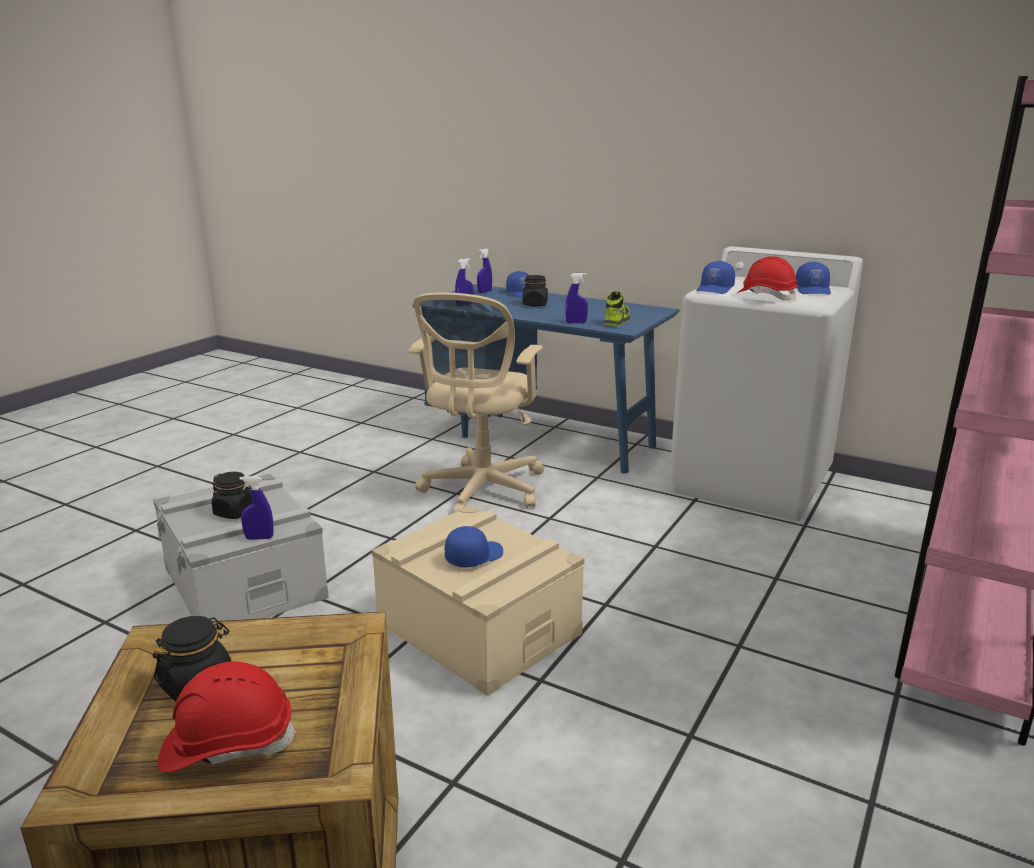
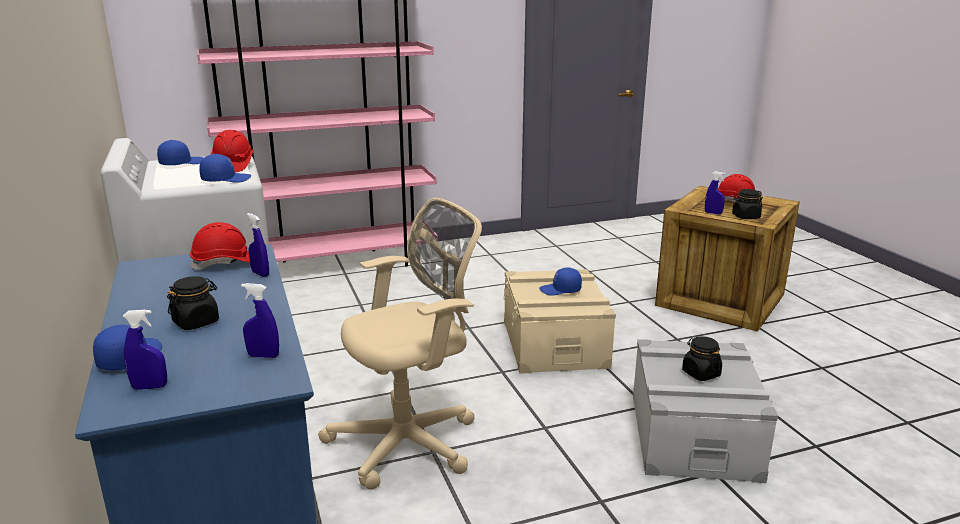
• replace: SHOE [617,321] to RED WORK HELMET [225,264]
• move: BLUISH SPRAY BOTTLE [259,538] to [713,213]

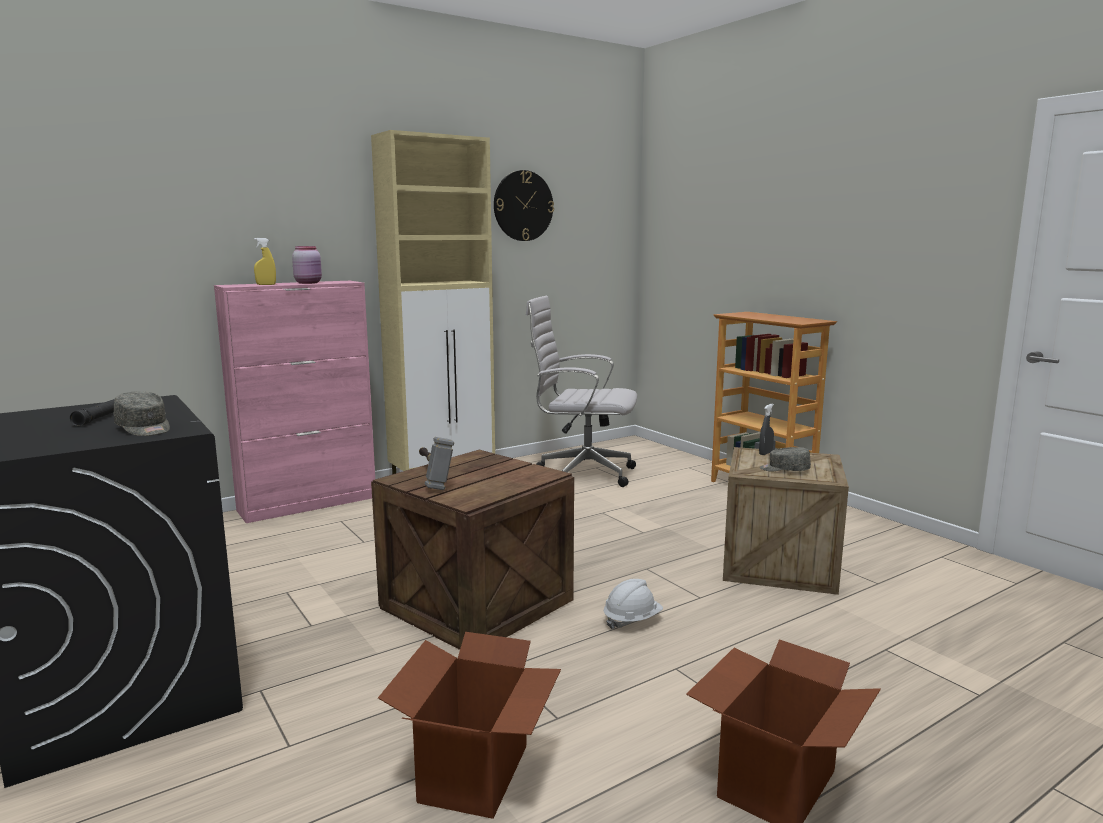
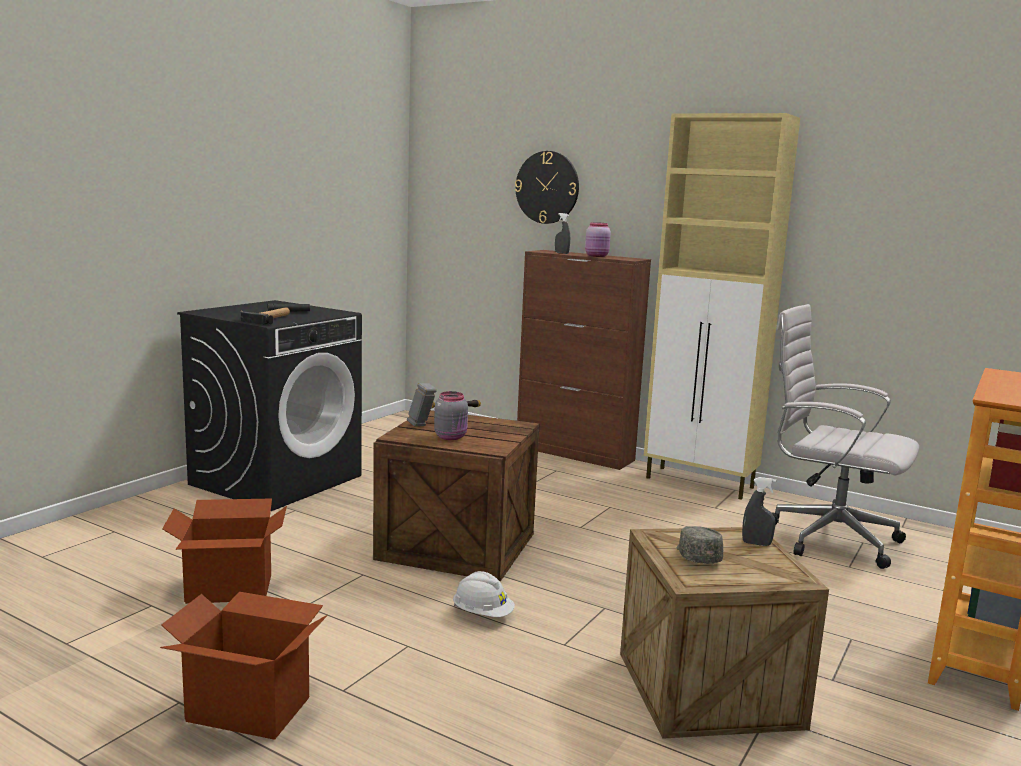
• move: WALL CLOCK [523,206] to [547,187]
• recolor: YELLOWISH SPRAY BOTTLE [266,284] to GREY SPRAY BOTTLE [561,253]
• recolor: PINK CUPBOARD [309,504] to BROWN CUPBOARD [575,453]
• rotate: WHITISH DESK CHAIR [581,473] = [827,538] 45 degrees counterclockwise
• replace: GREY CAP [144,428] to HAND HAMMER [269,319]
• insert: GREY PRESERVE JAR [451,437]

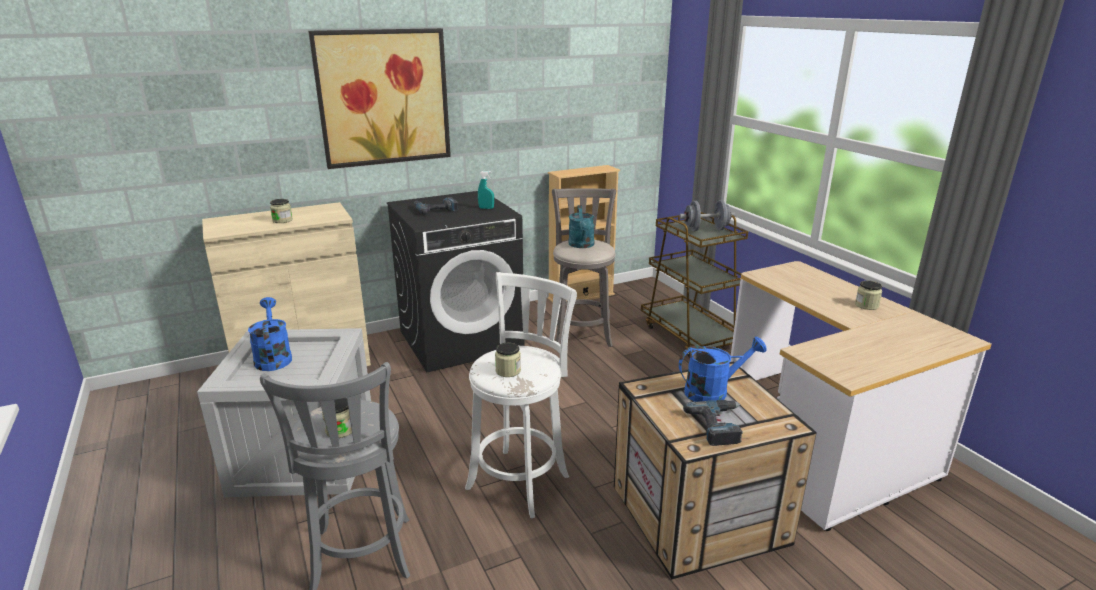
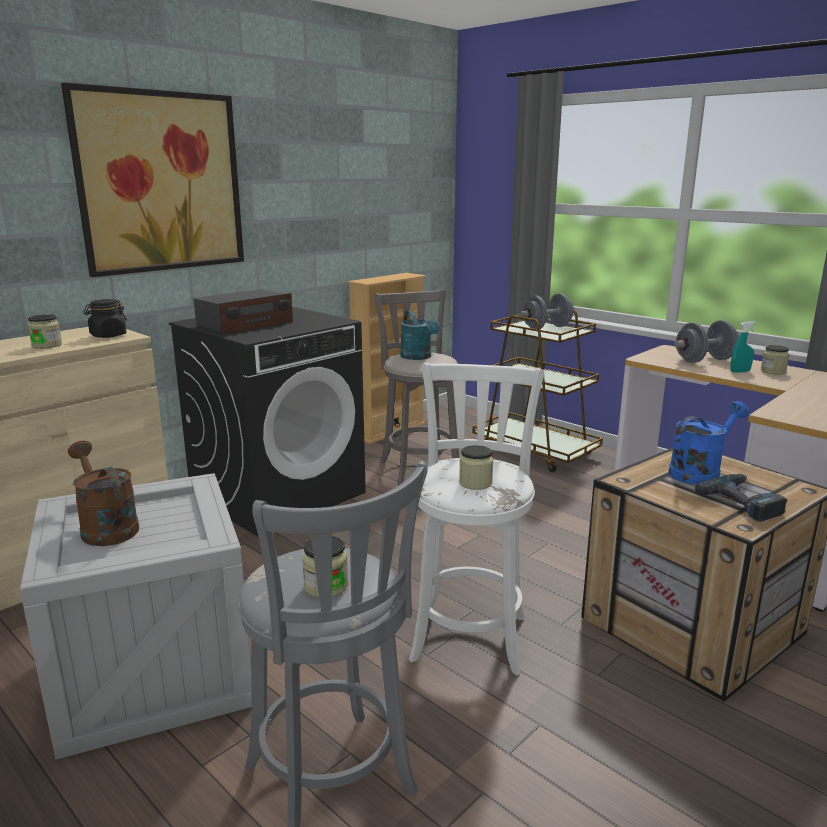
• move: TURQUOISE SPRAY BOTTLE [486,208] to [740,371]
• replace: DRILL [435,209] to RADIO SET [245,324]
• recolor: BLUISH WATERING POT [273,357] to BROWN WATERING POT [106,527]
• insert: BLACK-COLOURED PRESERVE JAR [108,335]
• insert: GREY HAND WEIGHT [704,360]

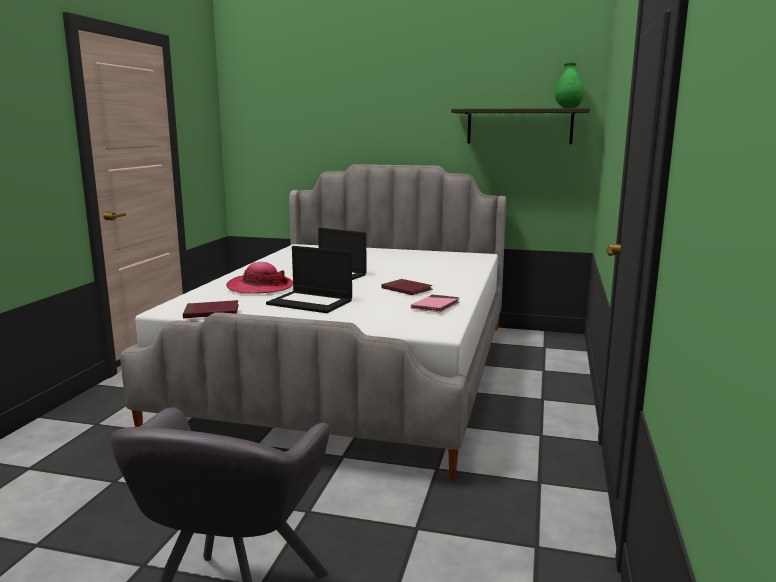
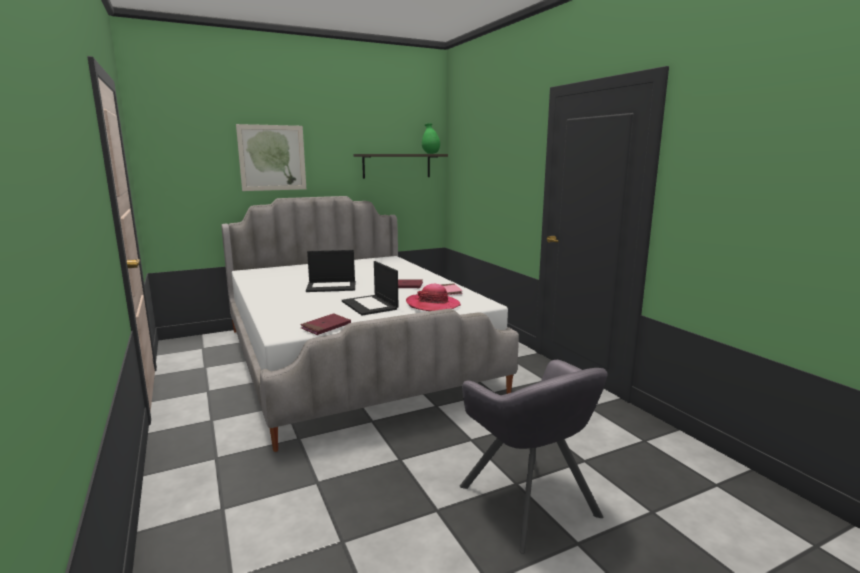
• rotate: PORTABLE COMPUTER [311,302] = [370,305] 75 degrees clockwise
• move: HAT [260,287] to [433,305]
• insert: PICTURE [272,158]

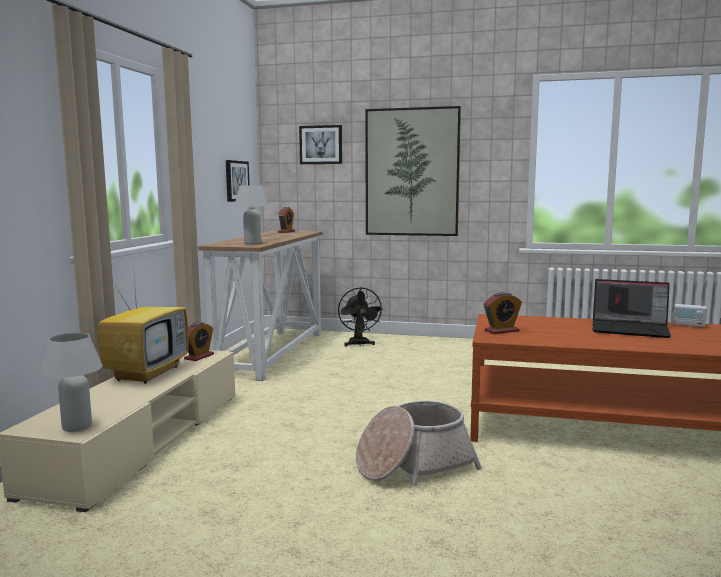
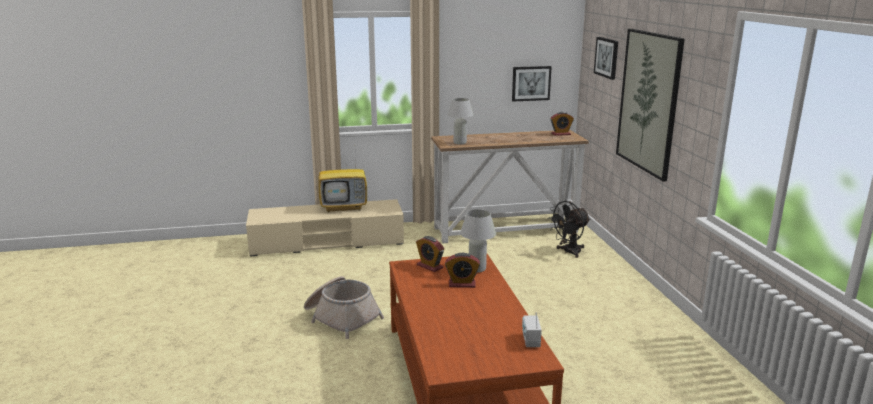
• delete: PORTABLE COMPUTER [631,329]
• move: ALARM CLOCK [199,357] to [462,284]
• move: WHITISH TABLETOP LAMP [77,427] to [477,269]

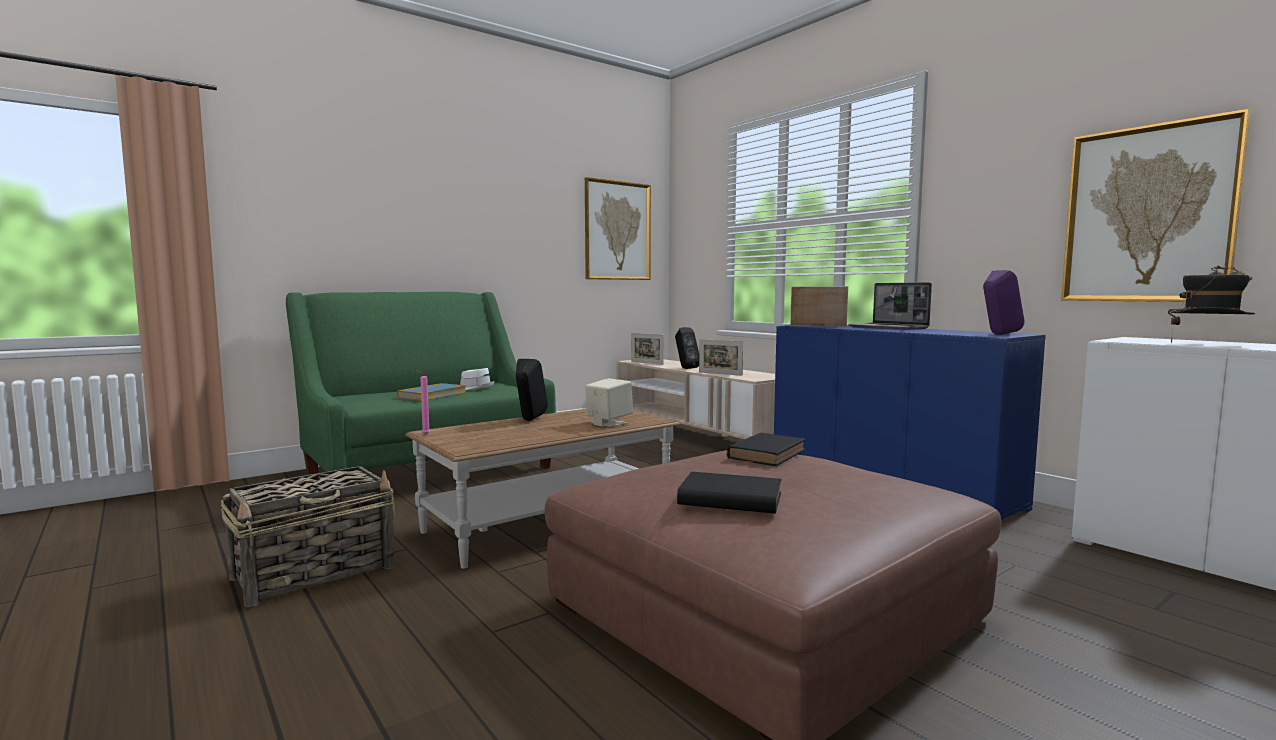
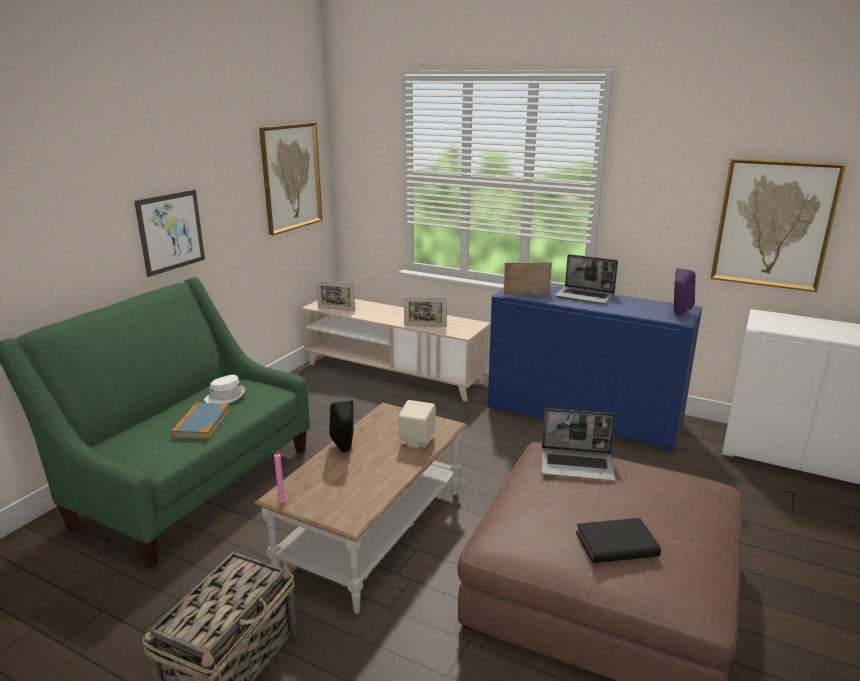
• delete: HAT [1207,344]
• delete: BLACK-COLOURED LOUDSPEAKER [685,368]
• replace: BLACK-COLOURED VOLUME [767,454] to PORTABLE COMPUTER [577,465]
• insert: PICTURE [171,232]

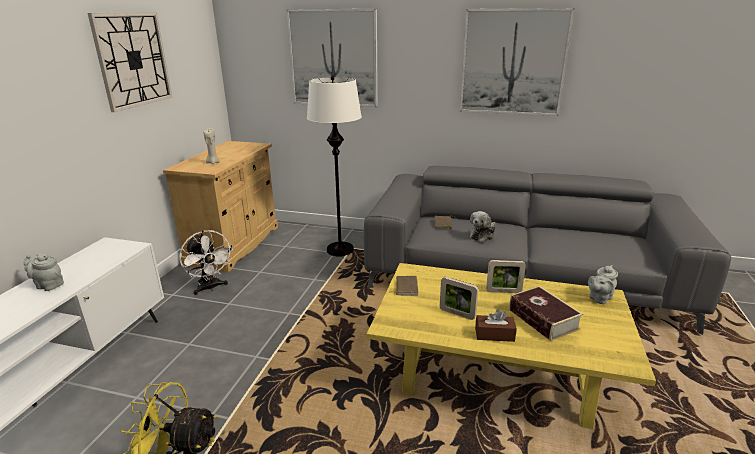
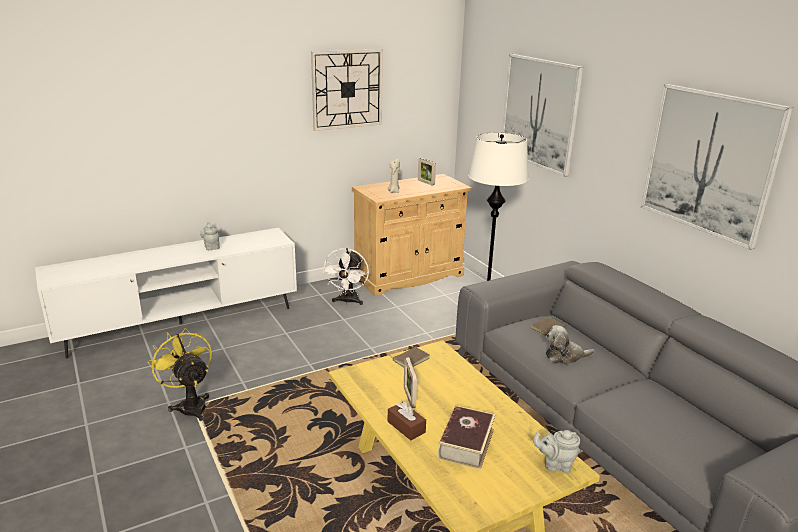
• move: PICTURE FRAME [503,291] to [426,183]

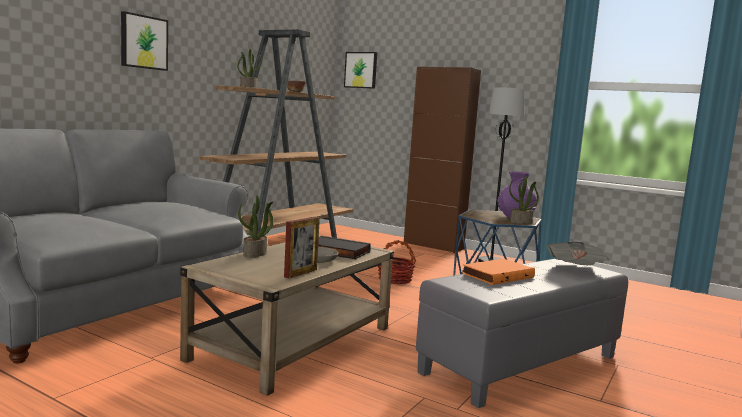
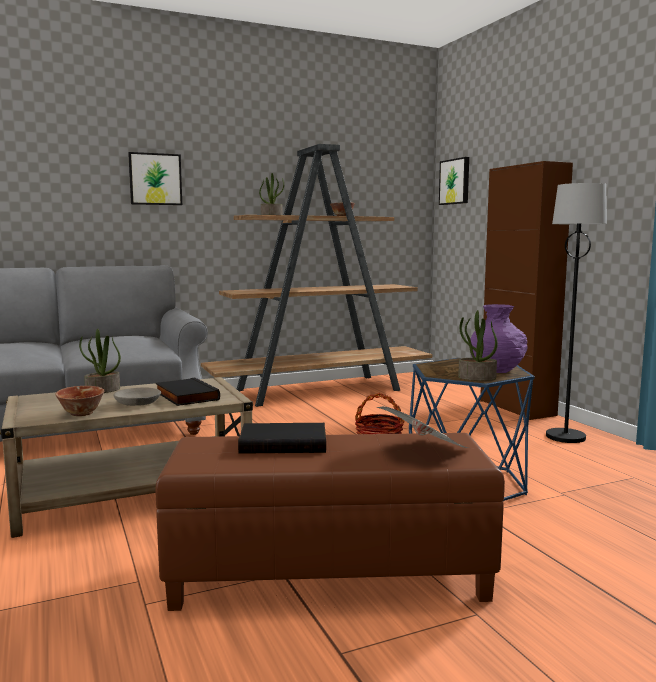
• replace: PICTURE FRAME [300,273] to DEEP DISH [81,414]
• recolor: GREY OTTOMAN [521,365] to BROWN OTTOMAN [327,576]
• recolor: ORANGE-COLOURED VOLUME [497,275] to BLACK-COLOURED VOLUME [284,443]

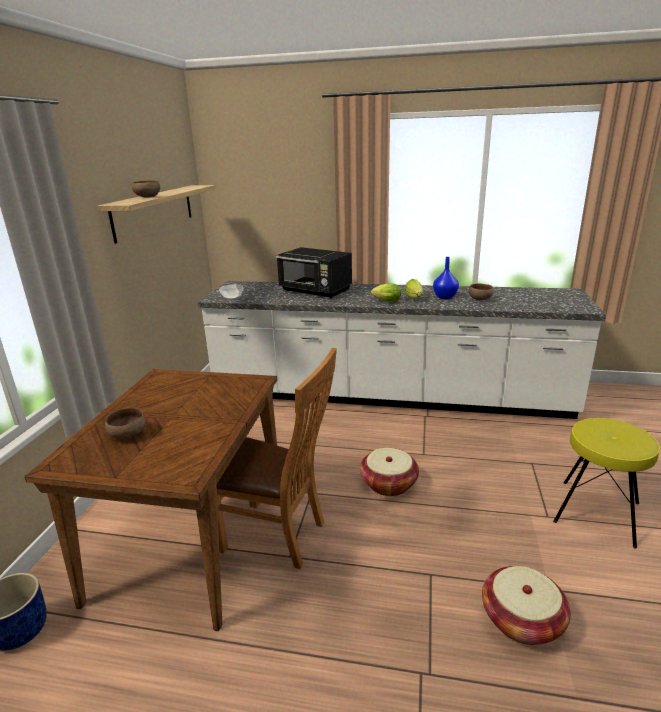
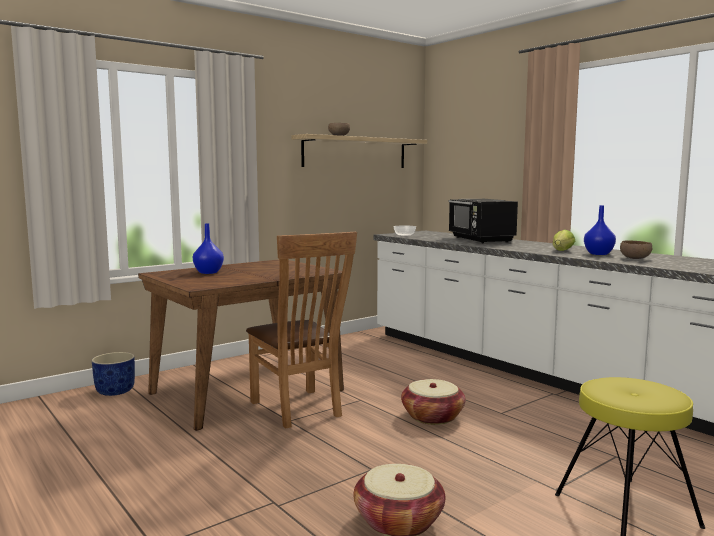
• delete: LETTUCE [385,301]
• replace: BROWN DEEP DISH [128,435] to BLUISH VASE [209,272]

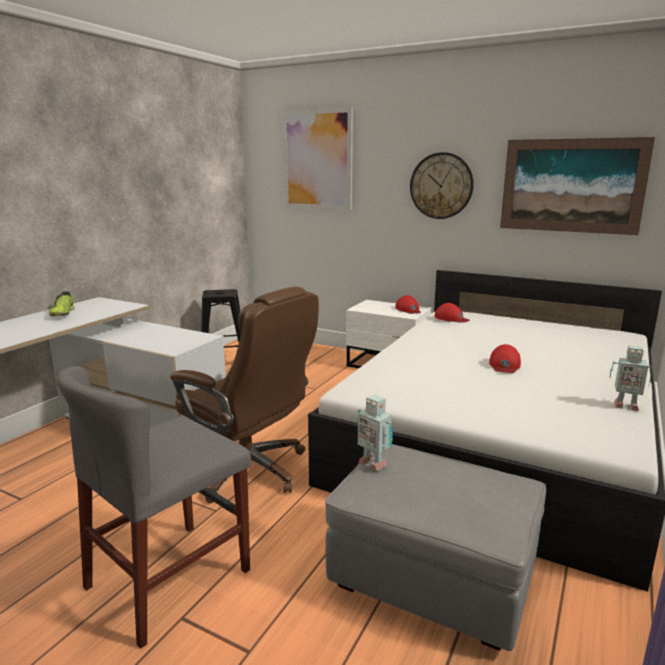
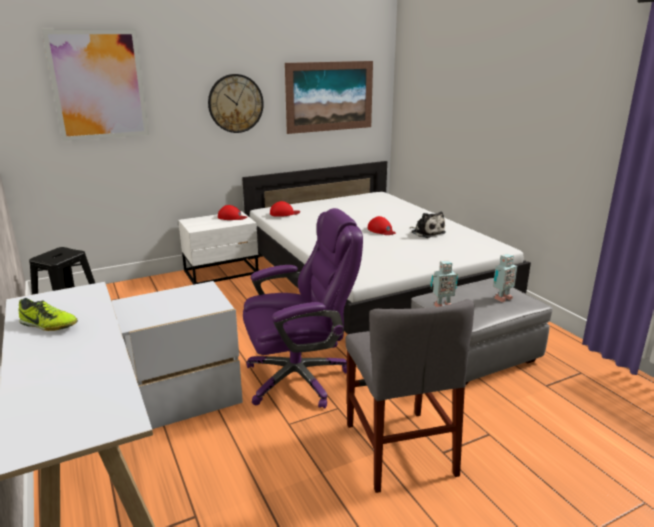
• recolor: BROWN DESK CHAIR [250,470] to PURPLISH DESK CHAIR [300,378]
• move: ROBOT FIGURE [625,406] to [501,298]
• insert: CUDDLY TOY [427,232]

